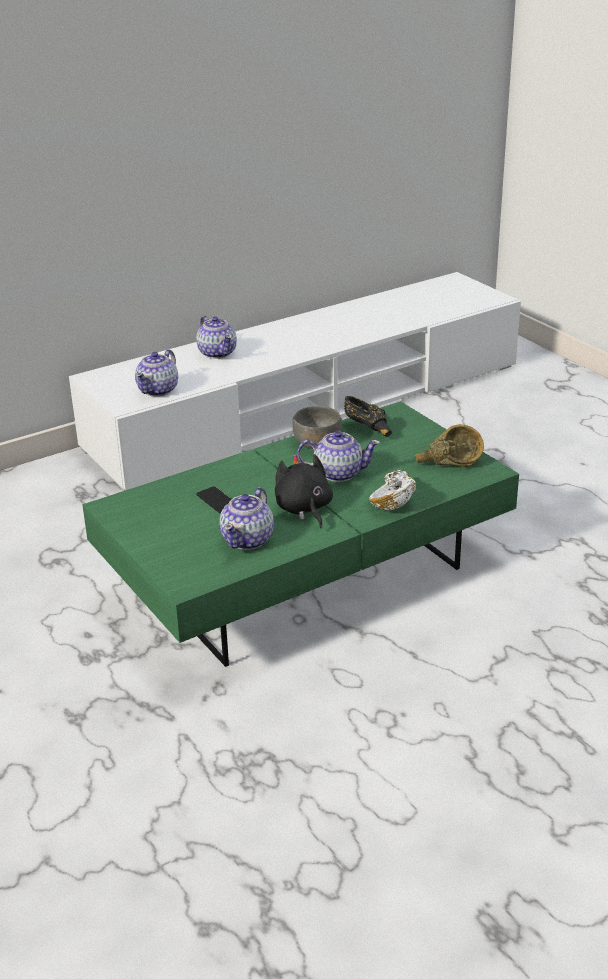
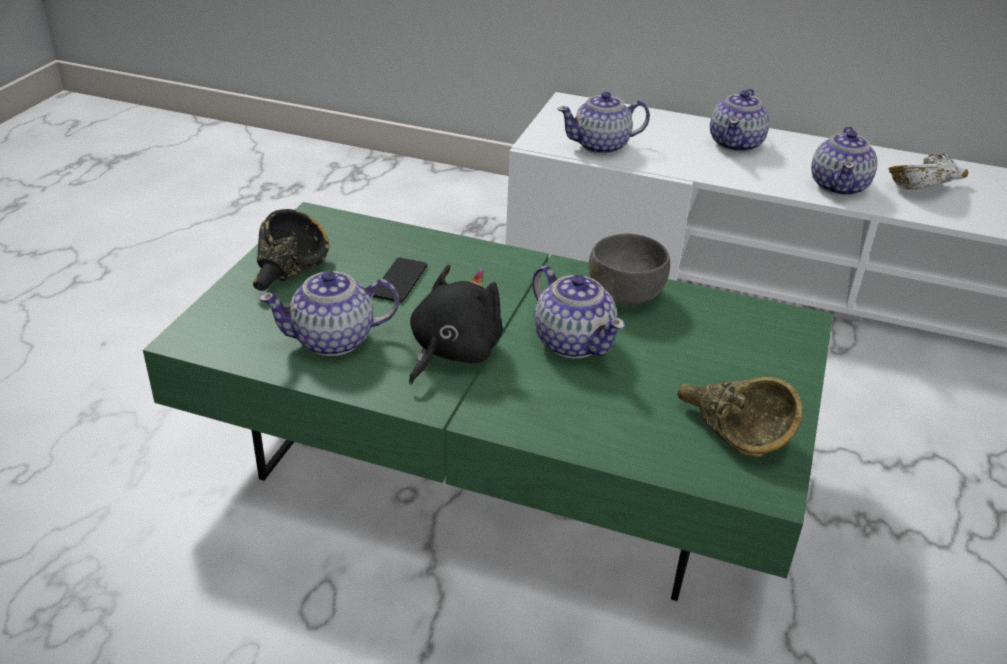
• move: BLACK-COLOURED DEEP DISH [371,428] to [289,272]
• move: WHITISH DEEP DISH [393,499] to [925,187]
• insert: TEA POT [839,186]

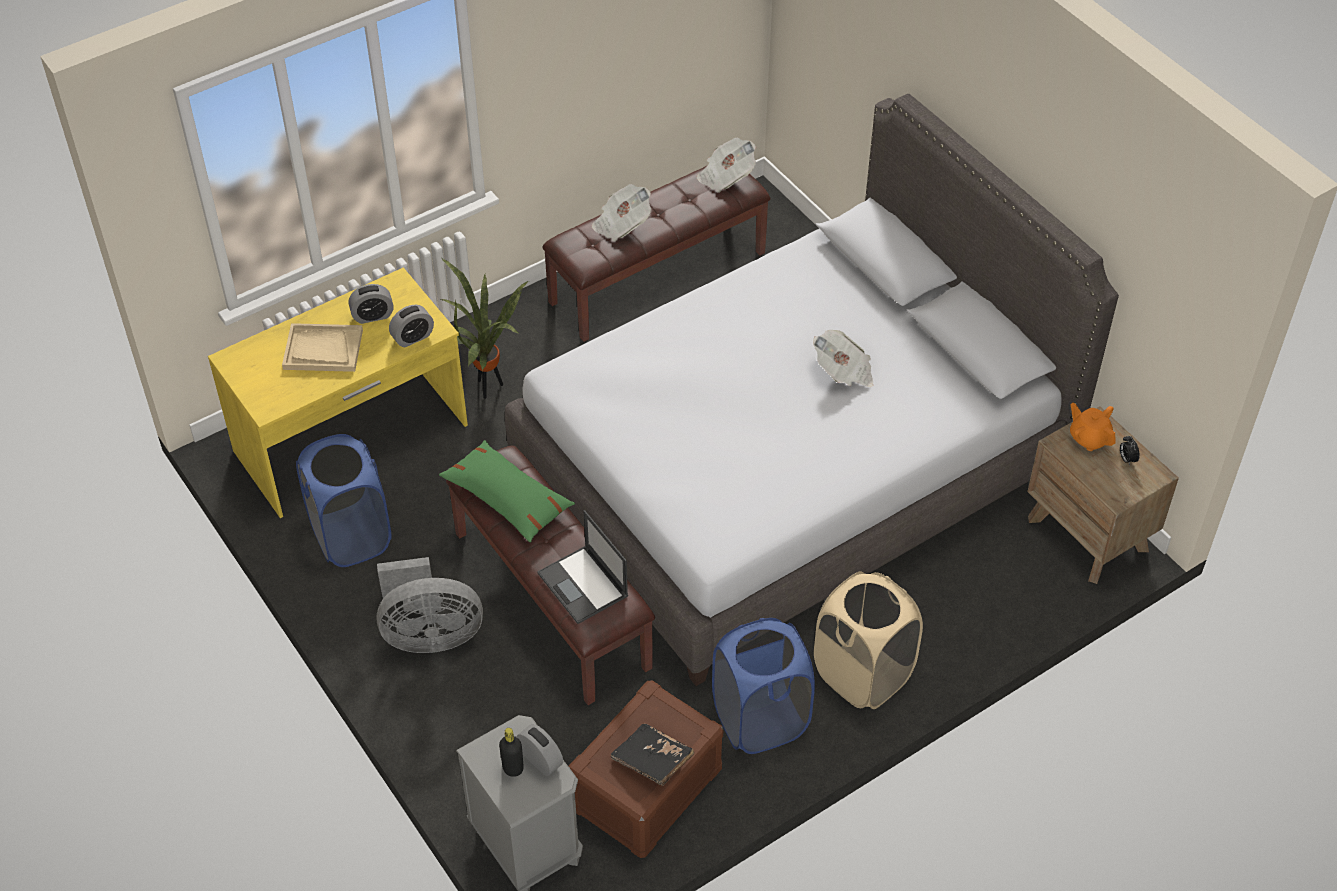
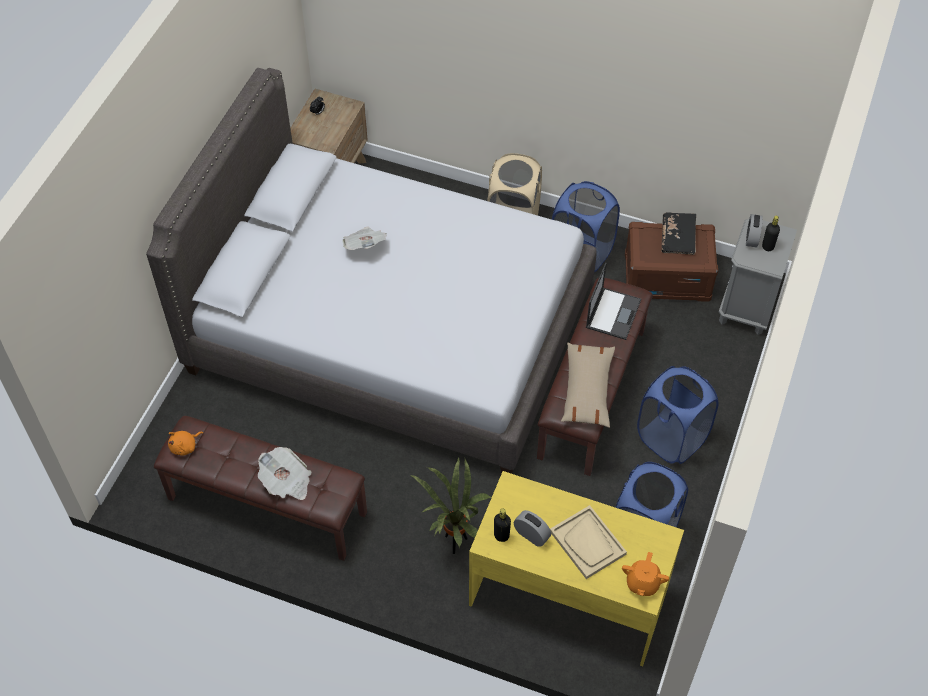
• replace: DAILY PAPER [726,176] to ORANGE-COLOURED CUDDLY TOY [185,446]
• delete: ALARM CLOCK [413,337]
• move: ORANGE-COLOURED TEA POT [1089,438] to [642,583]
• recolor: GREEN-COLOURED PILLOW [507,498] to BEIGE-COLOURED PILLOW [587,390]
• replace: GREY COOLING FAN [429,635] to BLUISH HAMPER [671,438]
• insert: BLACK-COLOURED DRINK BOTTLE [501,535]

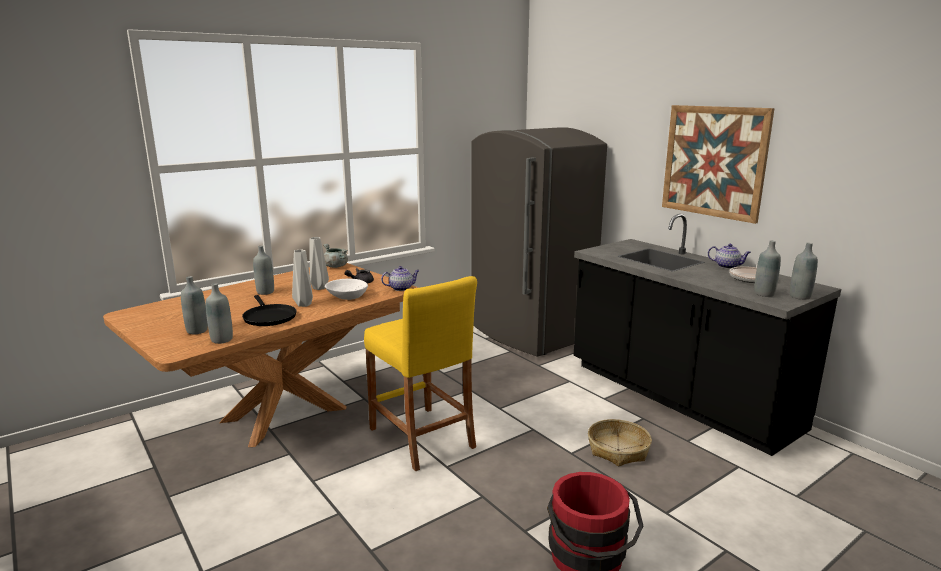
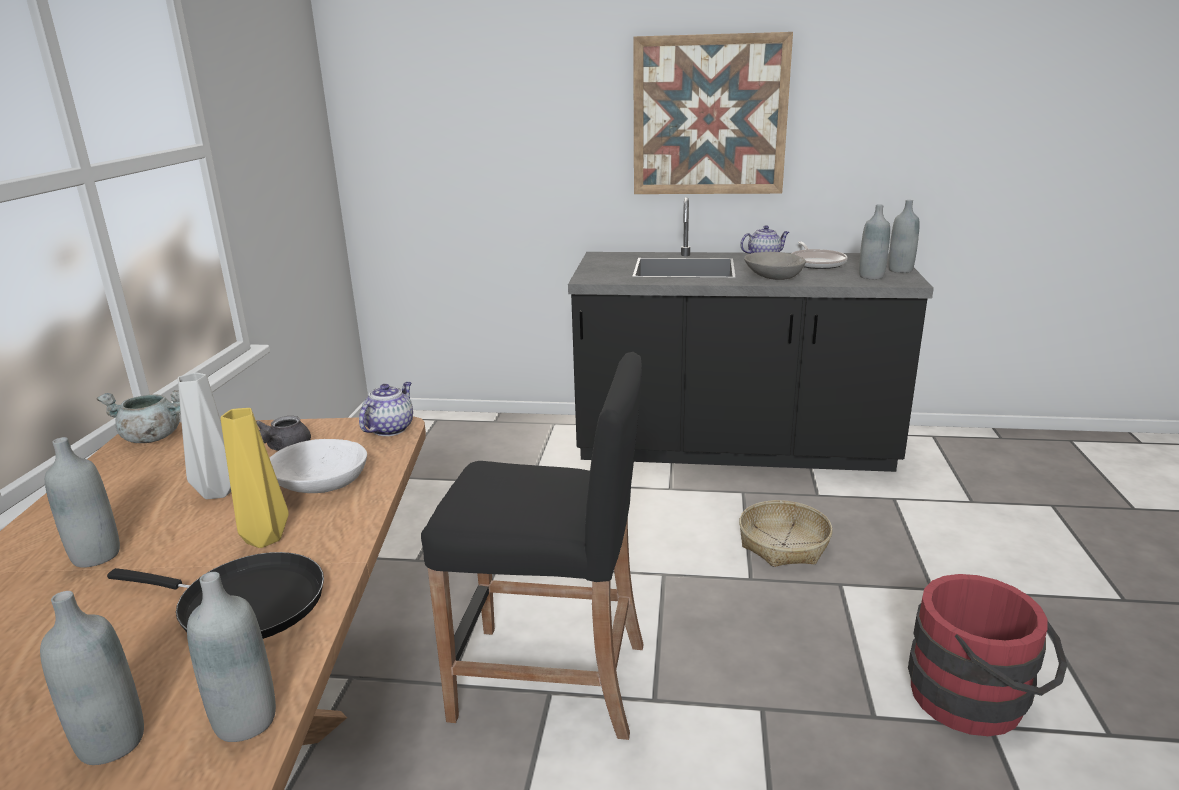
• delete: GREY FRIDGE [530,333]
• recolor: GREY VASE [303,305] to YELLOWISH VASE [265,540]
• recolor: YELLOWISH STOOL SEAT [421,437] to BLACK-COLOURED STOOL SEAT [550,681]
• insert: GREY DEEP DISH [773,276]

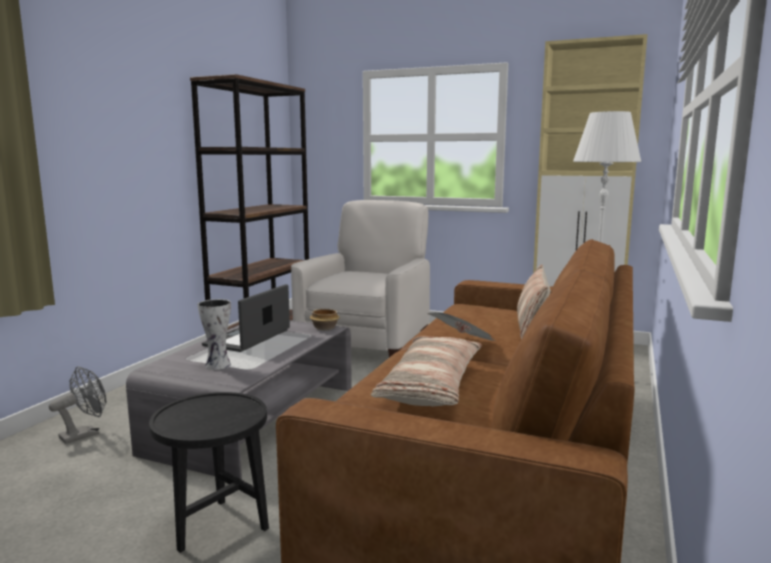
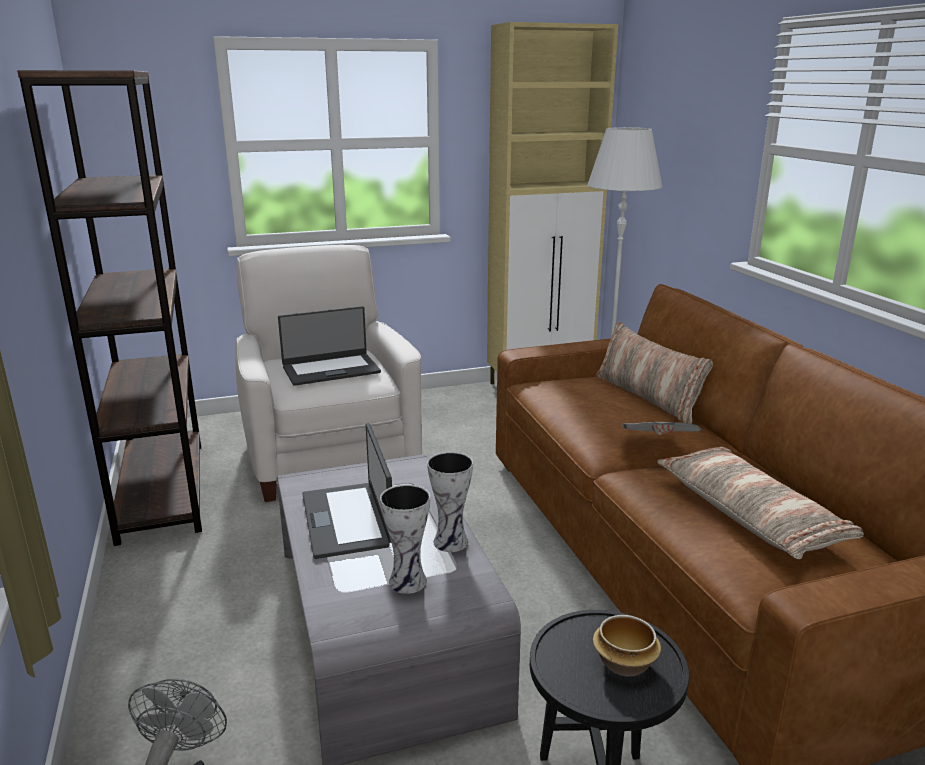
• move: DEEP DISH [324,328] to [623,663]
• insert: PORTABLE COMPUTER [331,370]
• insert: VASE [452,541]

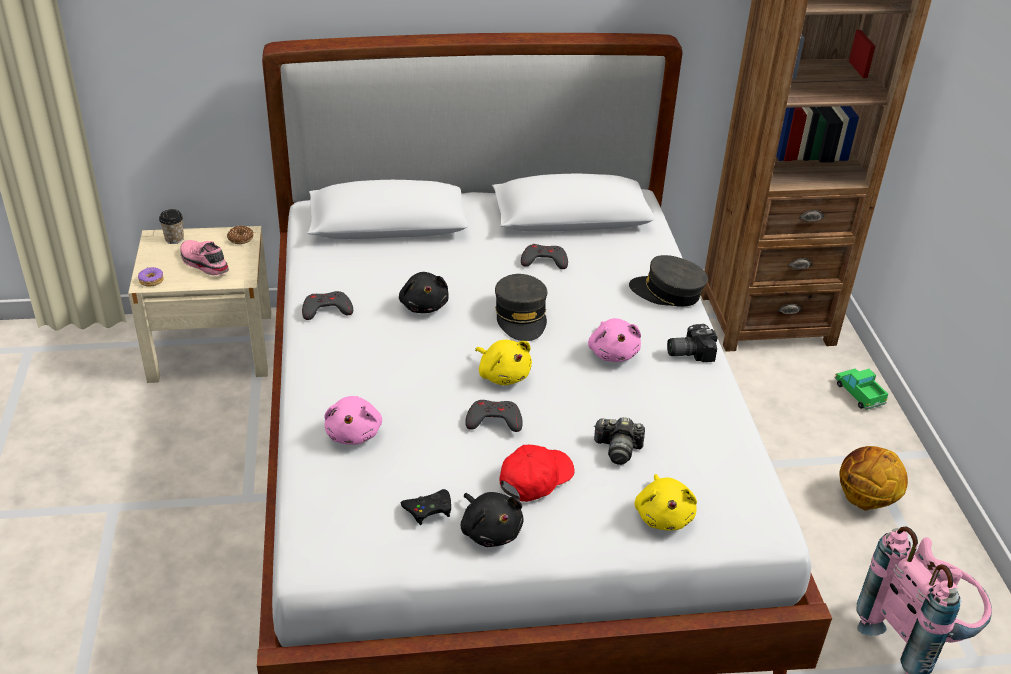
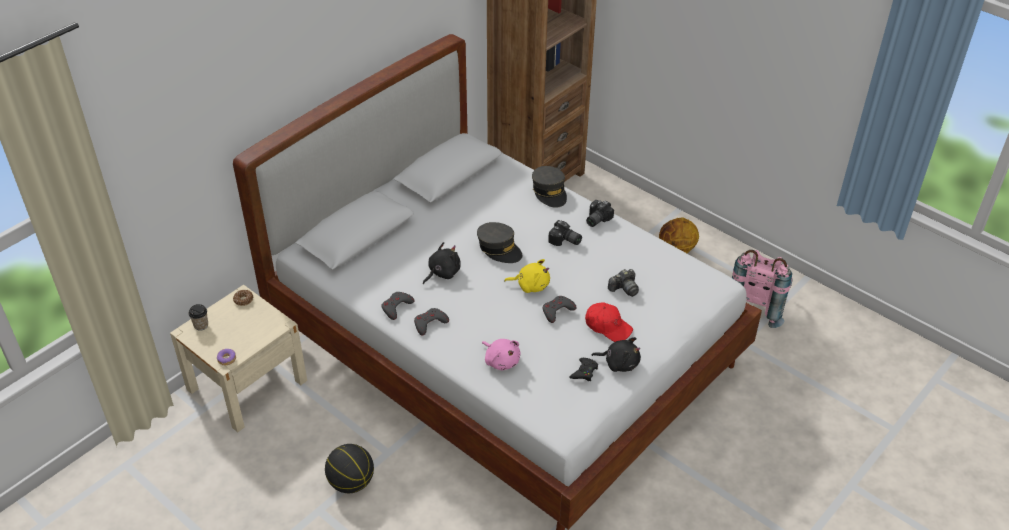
• delete: PINK SHOE [203,264]
• move: GREY GAMEPAD [544,261] to [430,323]
• rotate: GREY CAP [667,292] = [549,192] 90 degrees counterclockwise
• rotate: BLACK-COLOURED CUDDLY TOY [424,305] = [442,273] 75 degrees counterclockwise
• replace: PINK CUDDLY TOY [613,352] to PHOTO CAMERA [565,241]
• delete: TOY LORRY [859,394]
• rotate: RED CAP [535,478] = [608,326] 120 degrees clockwise
• delete: YELLOWISH CUDDLY TOY [663,515]
• insert: BASKETBALL BALL [351,483]

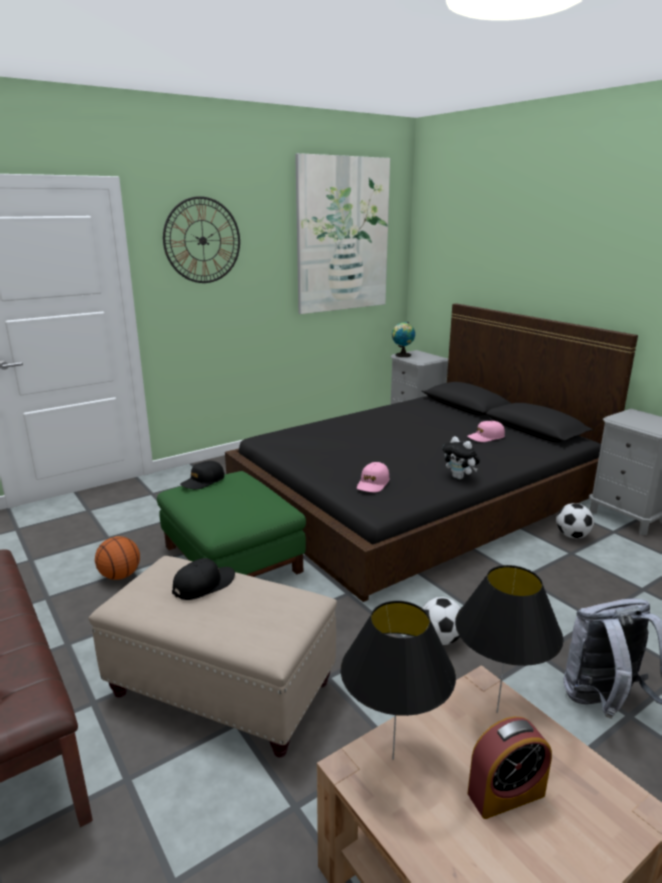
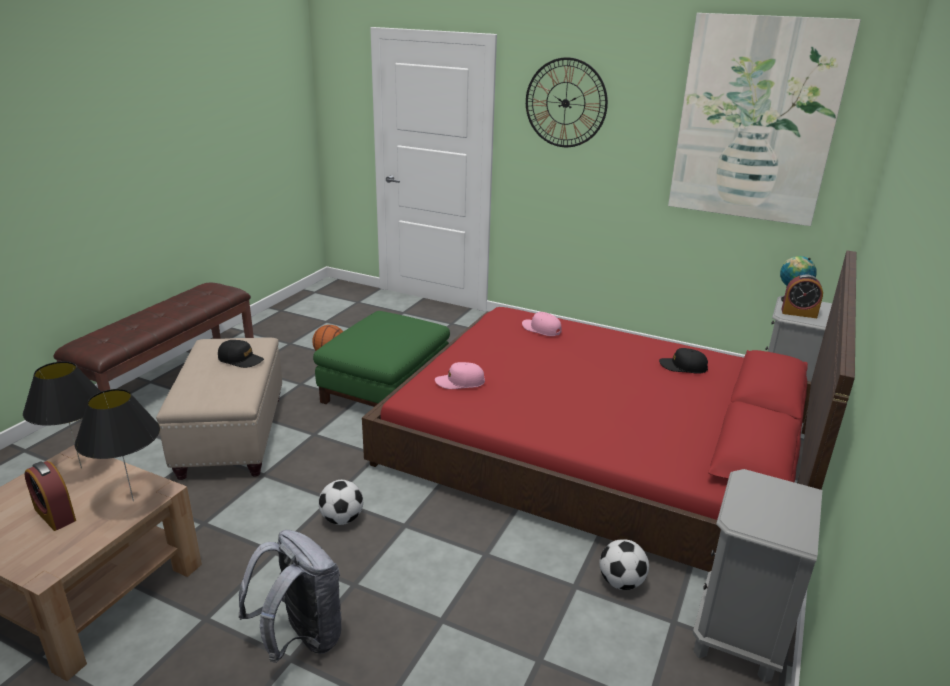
• recolor: BLACK-COLOURED BEDROOM BED [418,495] to RED BEDROOM BED [599,448]
• move: PINK CAP [486,437] to [541,329]
• delete: CUDDLY TOY [459,477]
• move: BLACK-COLOURED CAP [203,481] to [683,367]
• insert: ALARM CLOCK [799,313]

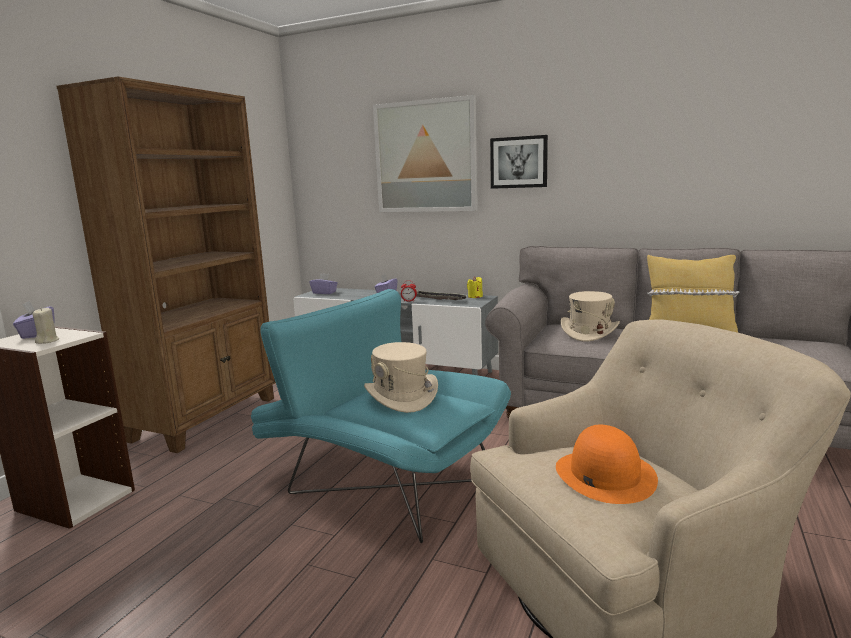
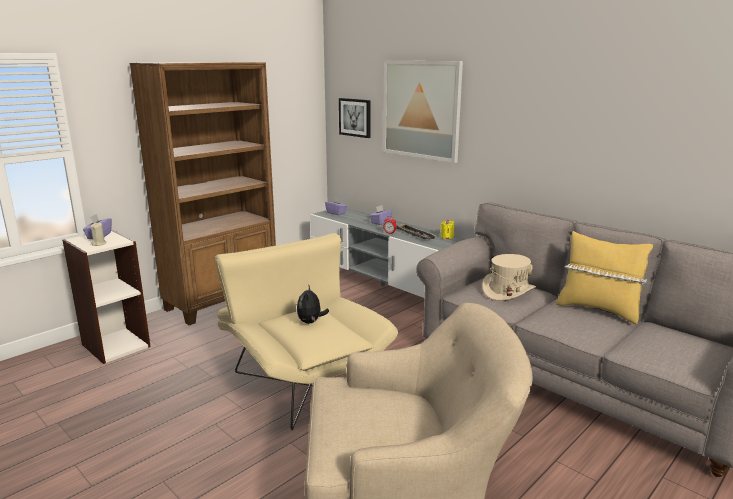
• move: PICTURE [519,162] to [355,117]
• recolor: TURQUOISE ARMCHAIR [382,480] to BEIGE-COLOURED ARMCHAIR [302,377]
• replace: BEIGE-COLOURED HAT [402,397] to CUDDLY TOY [311,322]
• delete: ORANGE-COLOURED HAT [604,475]

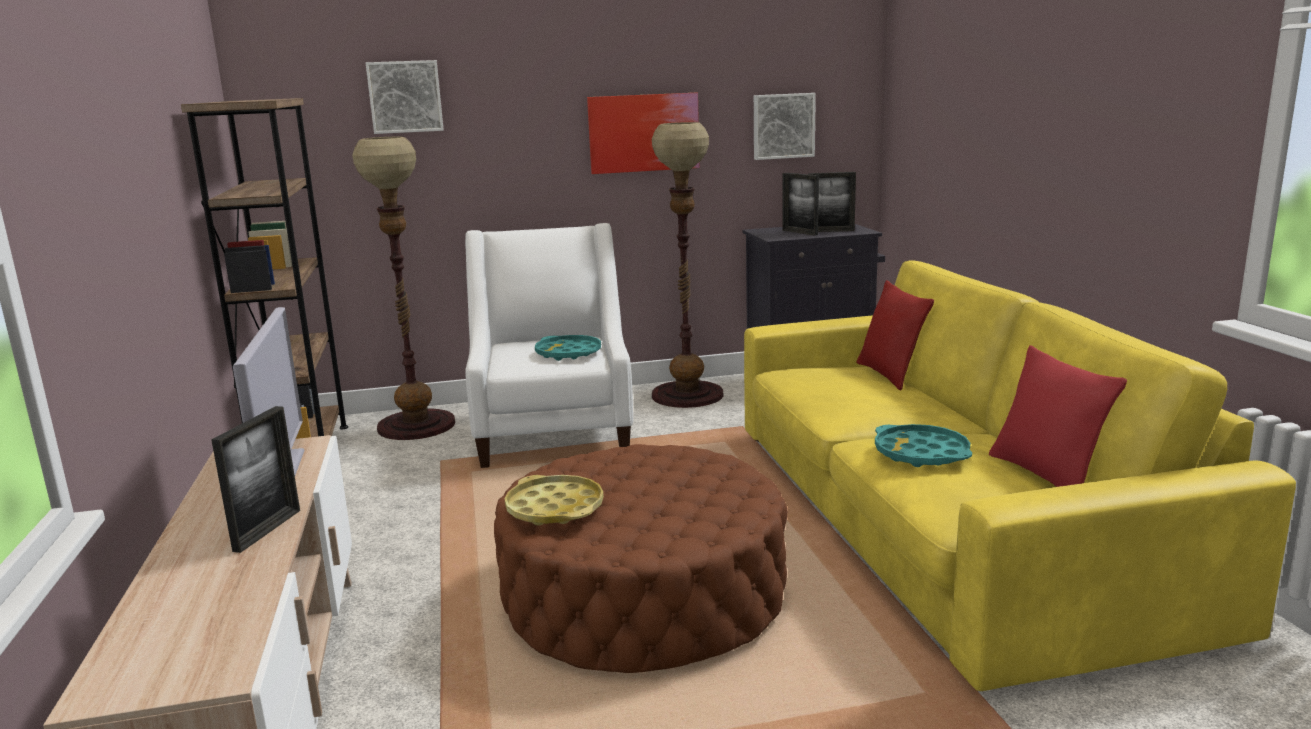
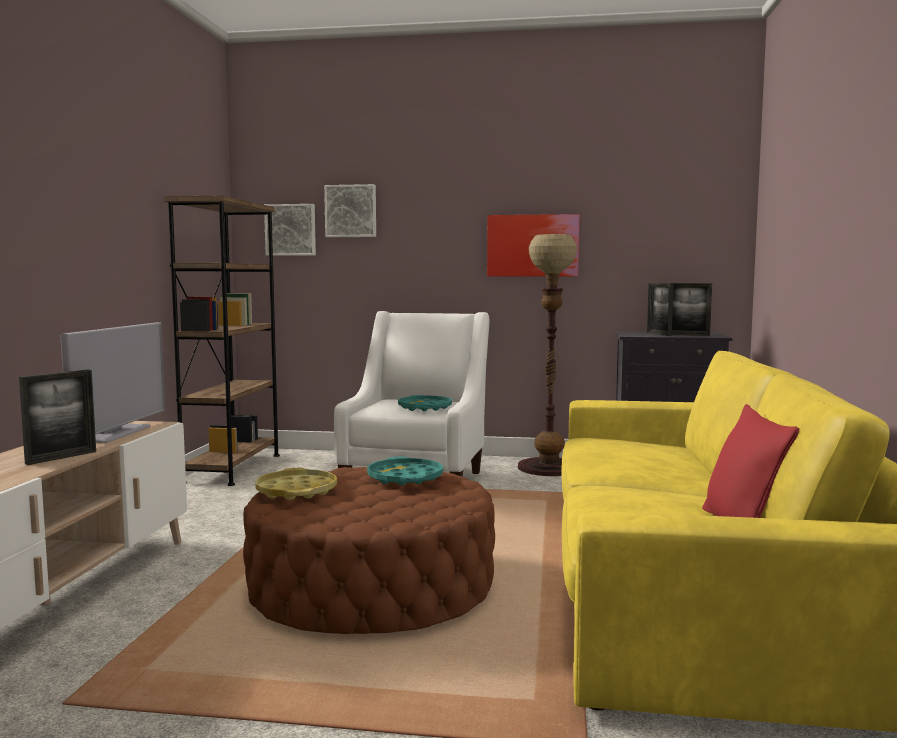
• move: PICTURE [783,126] to [291,230]
• delete: STANDING LAMP [417,425]
• delete: RED PILLOW [889,375]
• move: TURQUOISE CARRYING TRAY [921,454] to [405,478]

